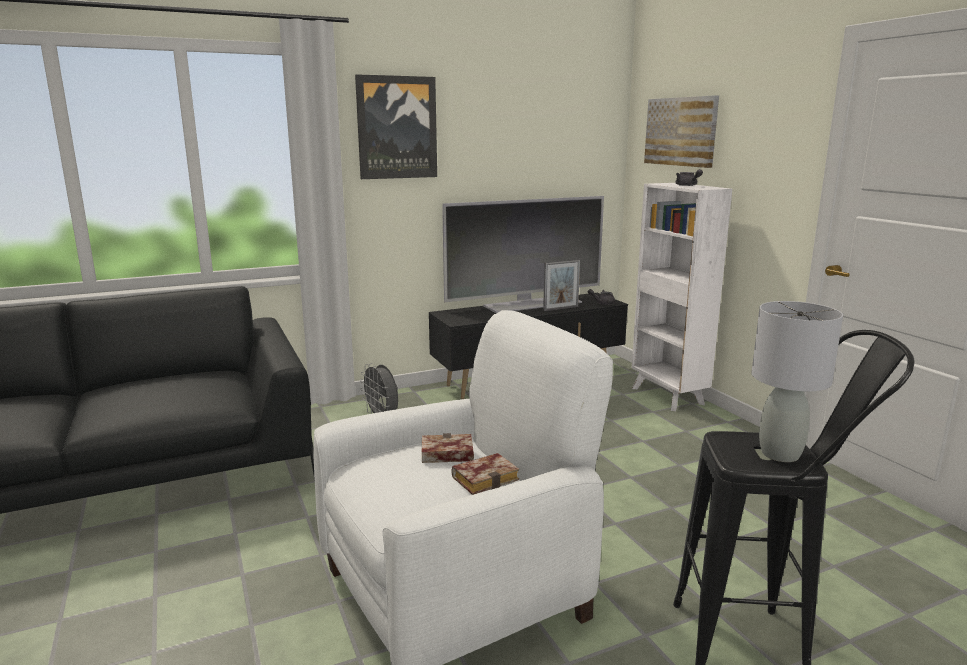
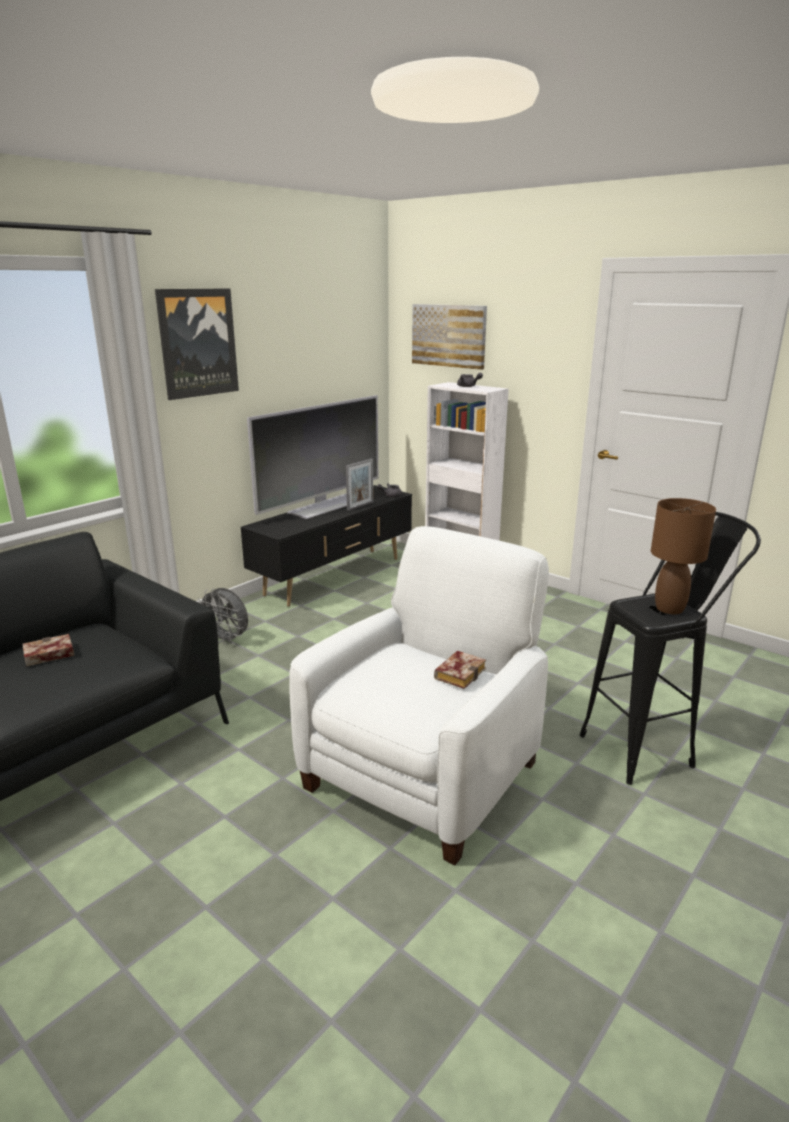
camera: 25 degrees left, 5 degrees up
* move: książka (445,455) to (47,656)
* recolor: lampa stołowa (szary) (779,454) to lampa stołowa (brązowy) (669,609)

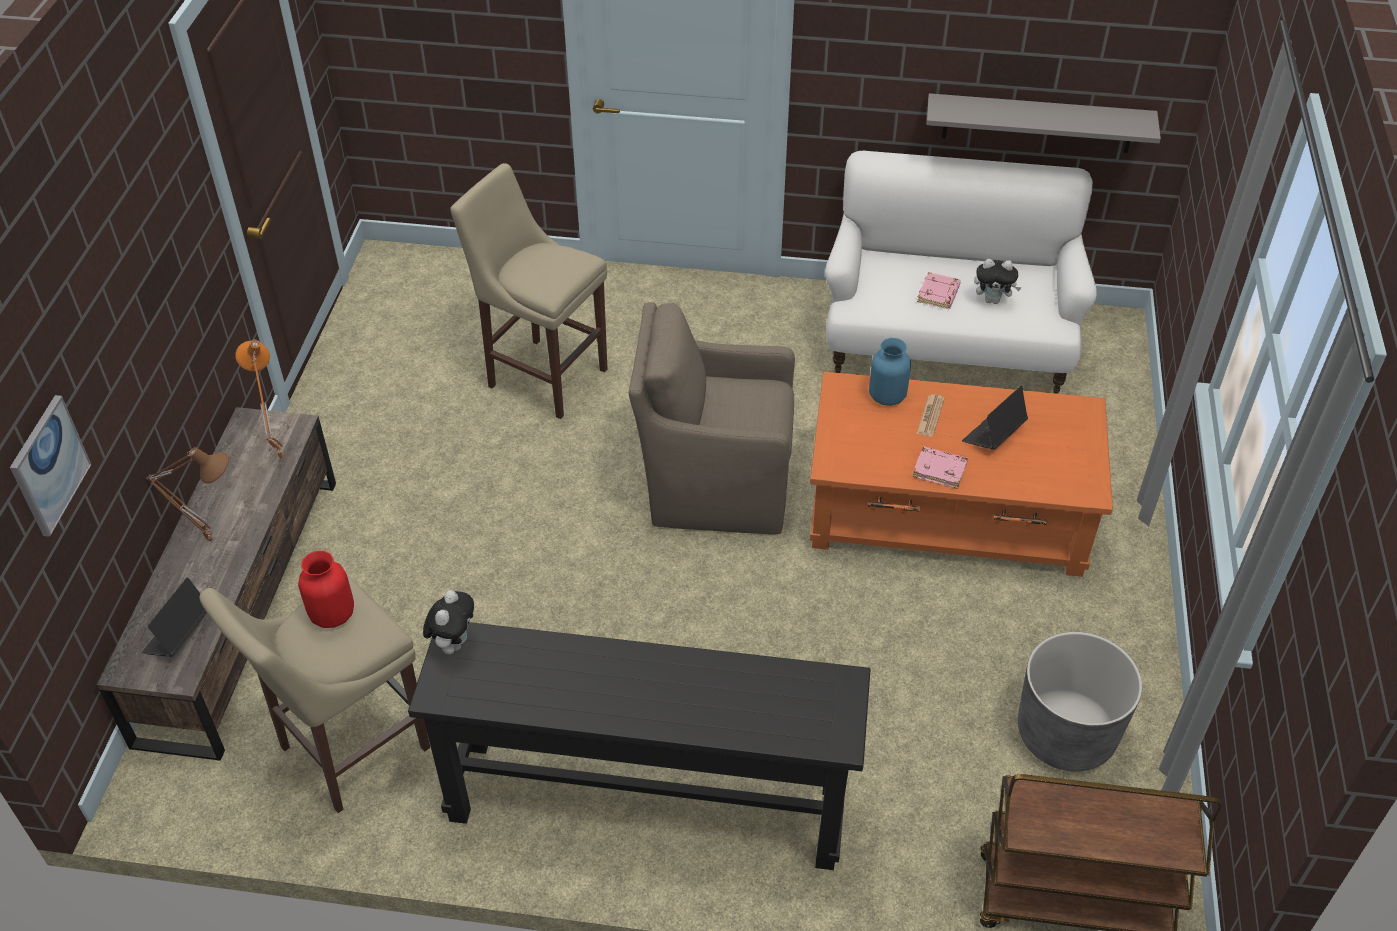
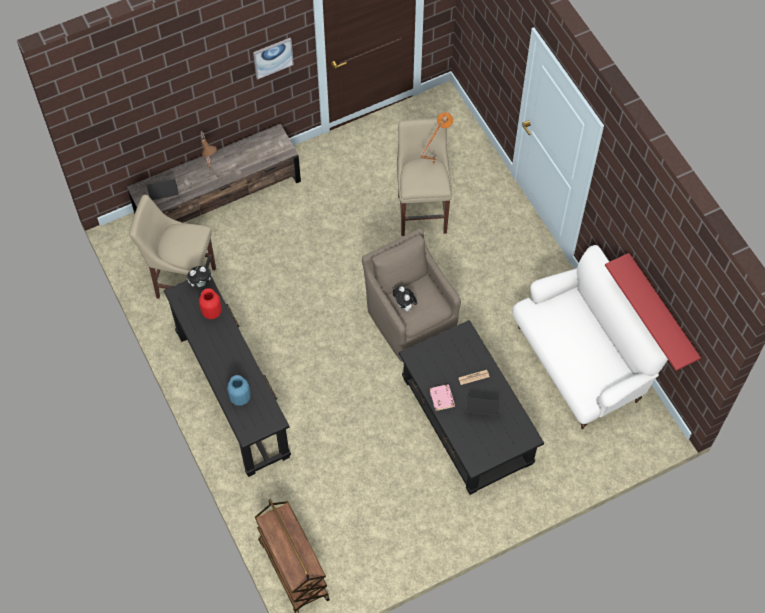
camera: 55 degrees right, 15 degrees up
* move: obraz (49,465) to (273,57)
* move: lampa stołowa (pomarańczowy) (279,460) to (432,162)
* move: wazon (czerwony) (332,614) to (211,311)
* recolor: ława (pomarańczowy) (949,512) to ława (czarny) (467,421)
* move: wazon (niebieski) (887,396) to (240,397)
* delete: książka (różowy) (938,294)
* recolor: półka (szary) (1038,123) to półka (czerwony) (661,311)
* move: pluszak (993,300) to (404,306)
* delete: donica (szary) (1065,734)

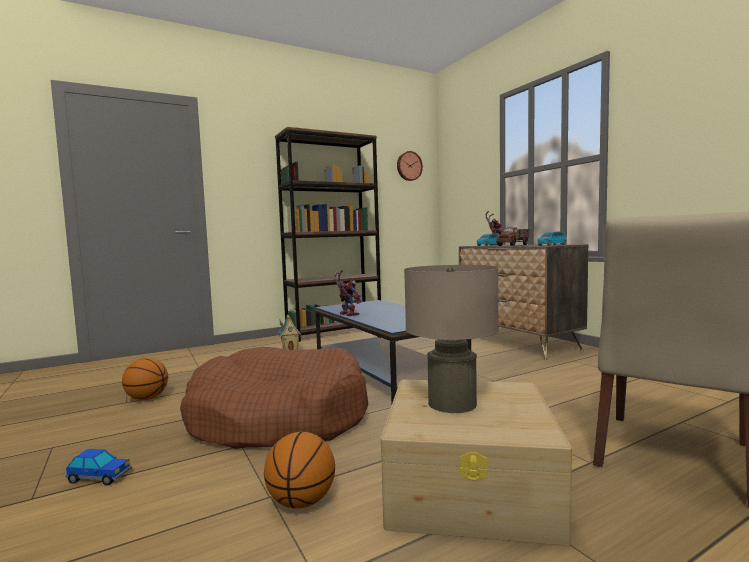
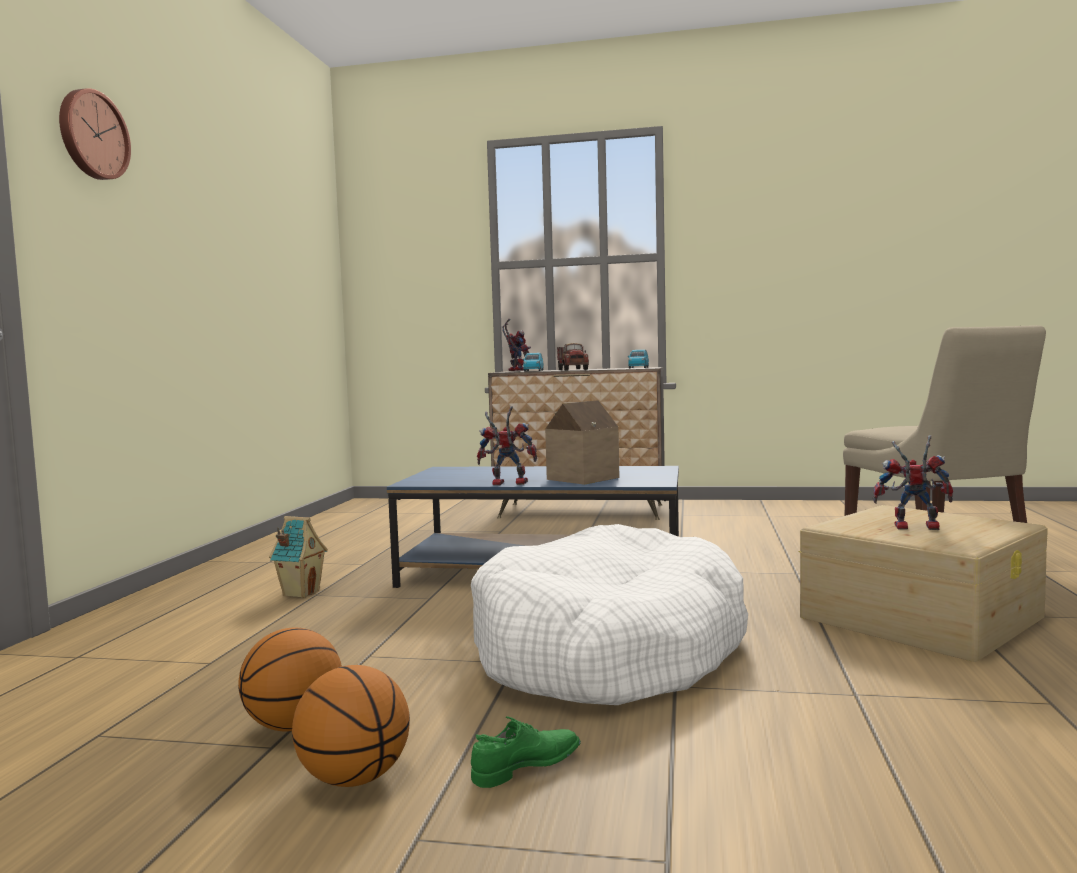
camera: 50 degrees left, 0 degrees up
* delete: samochodzik (99,477)
* recolor: legowisko (brązowy) (279,417) to legowisko (biały) (608,650)
* move: piłka do koszykówki (301,502) to (354,779)
* delete: regał (brązowy) (334,331)
* move: zegar ścienny (408,166) to (92,135)
* replace: lampa stołowa (beżowy) (452,403) to robot zabawkowy (912,528)
* insert: but (zielony) (526,767)
* insert: domek (580,478)

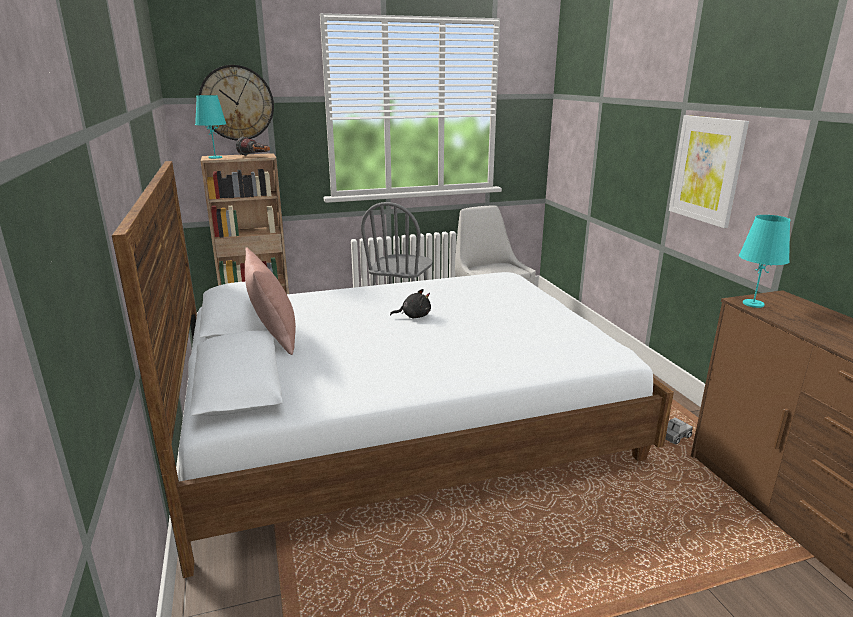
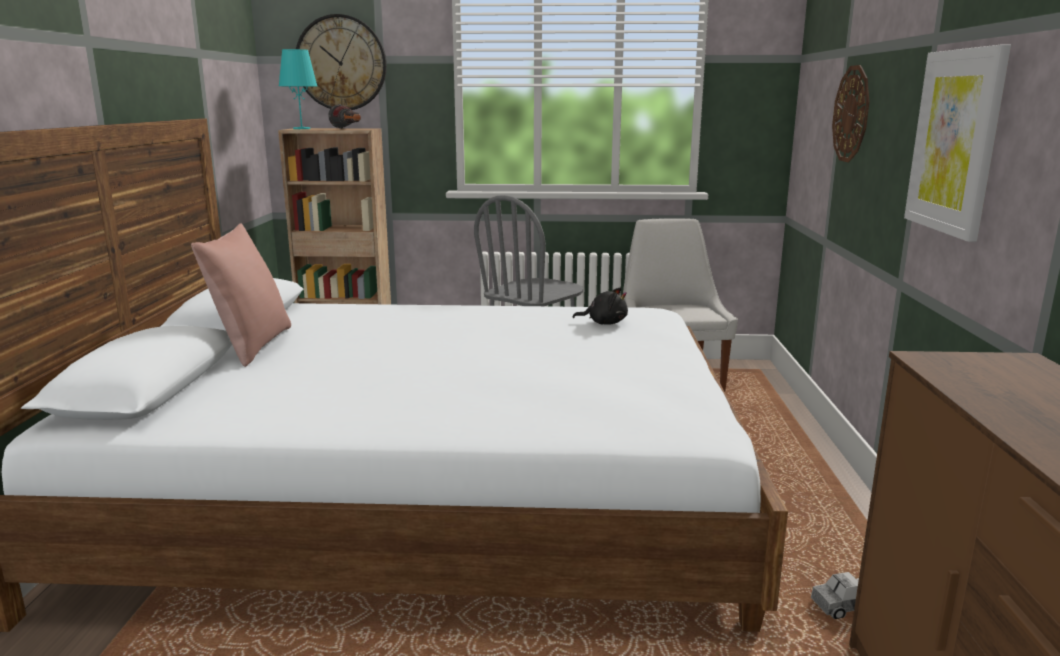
camera: 20 degrees right, 5 degrees down
* move: pluszak (czarny) (414,316) to (604,323)
* delete: lampa stołowa (turkusowy) (753,304)
* insert: zegar ścienny (851,114)

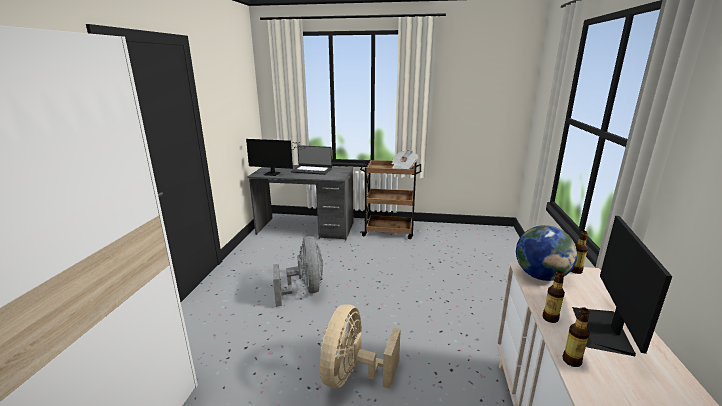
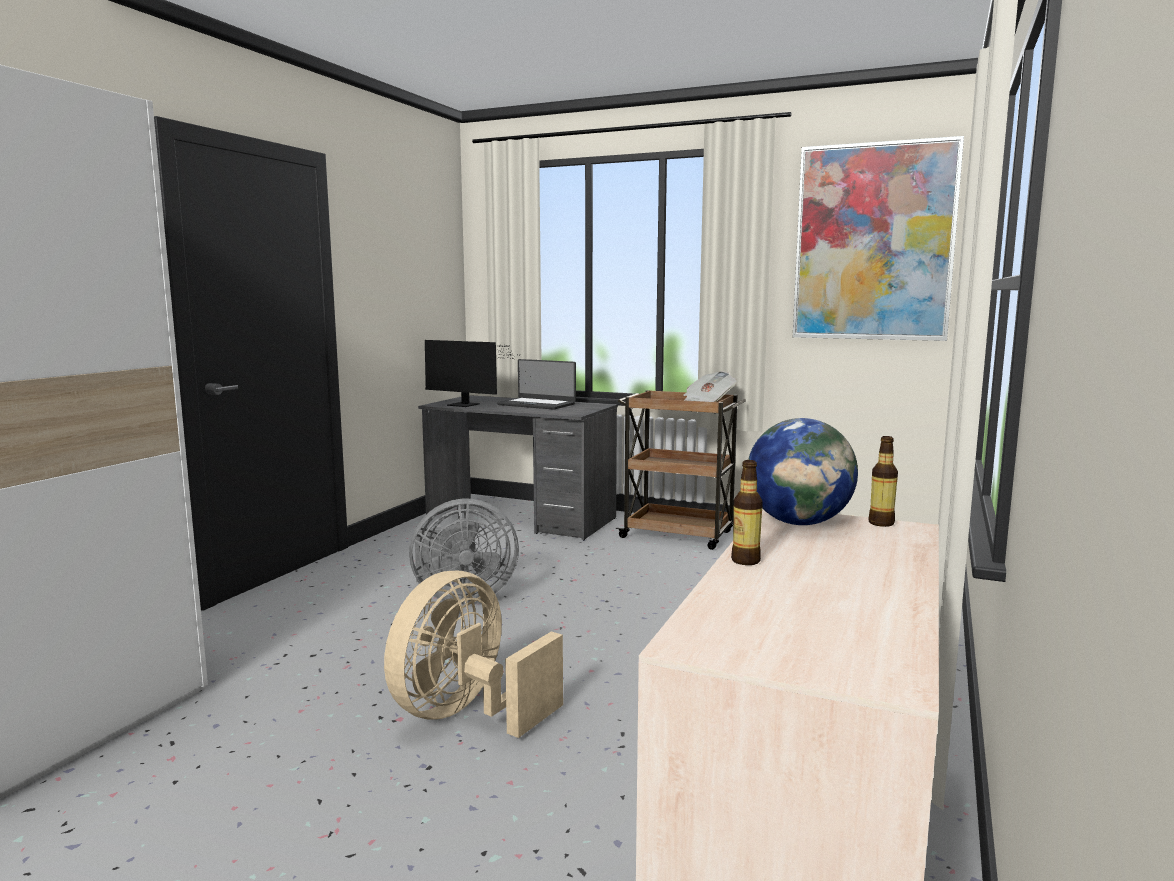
camera: 15 degrees right, 10 degrees down
* rotate: wentylator (szary) (305,290) = (461,598) 75 degrees clockwise
* delete: butelka (571,361)
* delete: monitor (603,330)
* insert: obraz (873,242)

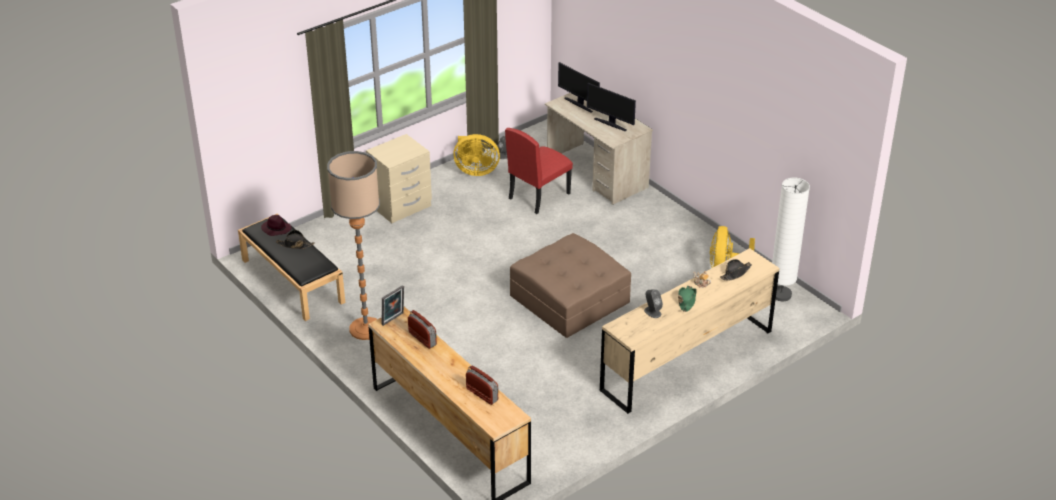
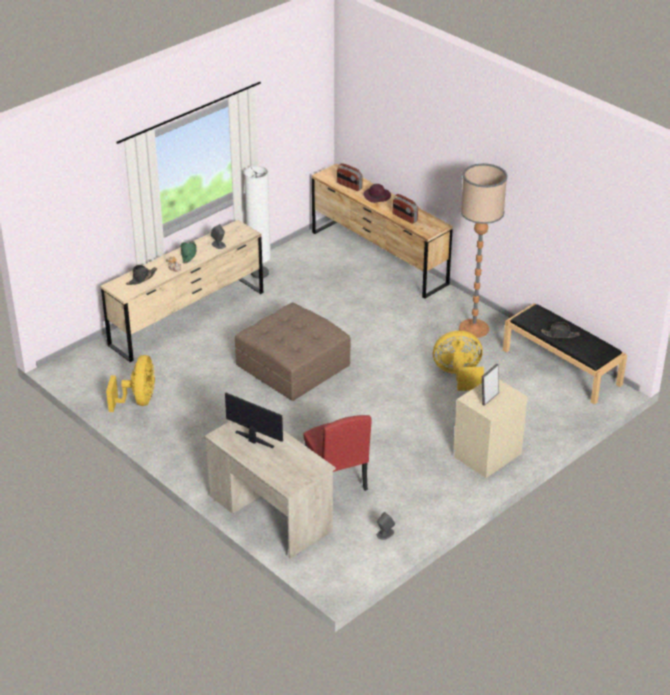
camera: 175 degrees right, 0 degrees up
* move: kapelusz (fioletowy) (276,229) to (377,196)
* move: ramka na zdjęcie (393,319) to (489,398)
* move: wentylator (żółty) (475,170) to (459,376)
* rotate: krzesło (czerwony) (538,196) = (336,477) 120 degrees clockwise
* delete: monitor (579,104)
* move: lampa stojąca (biały) (781,295) to (259,273)

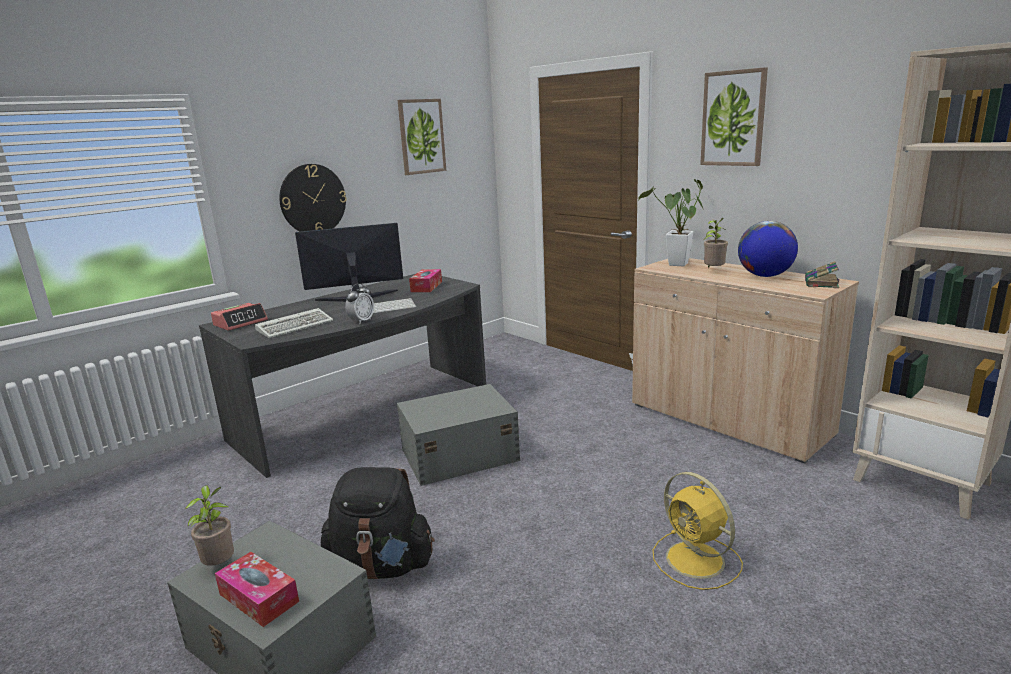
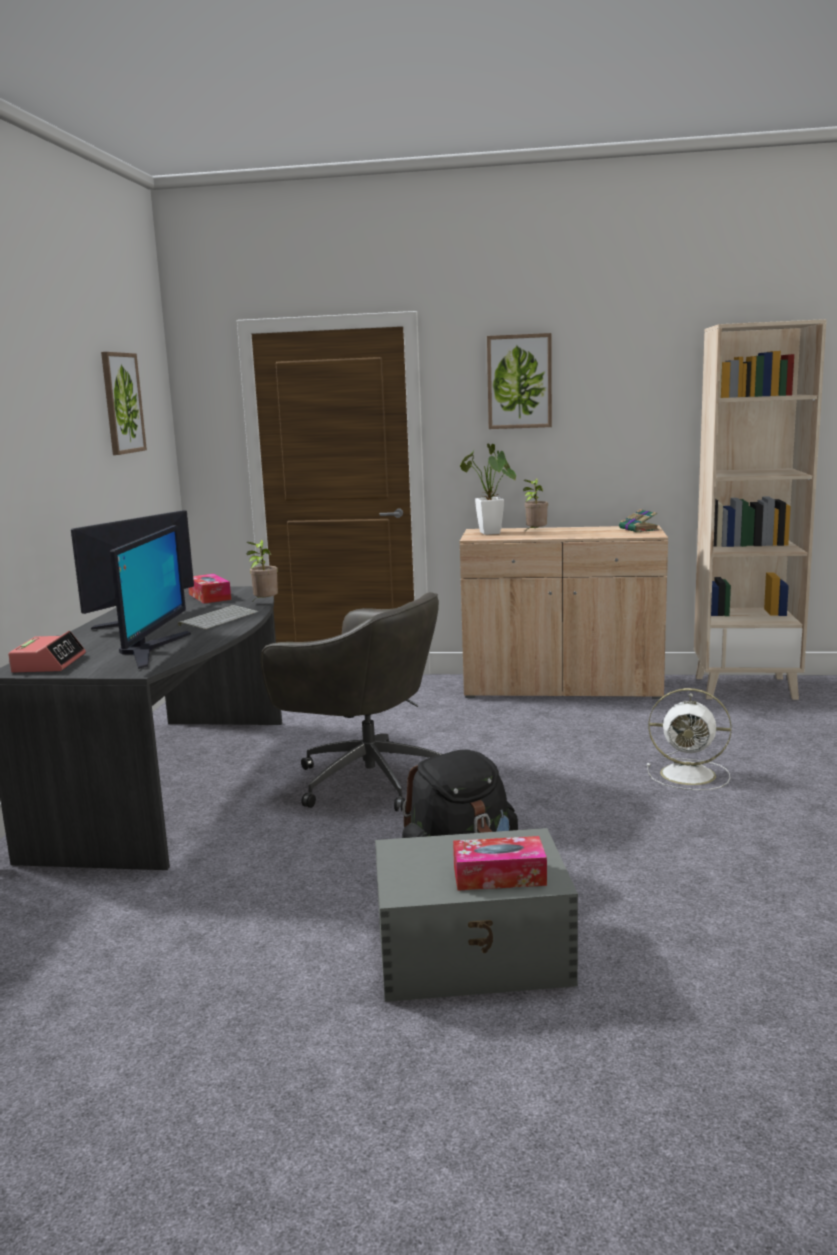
camera: 40 degrees left, 5 degrees down
* move: roślina doniczkowa (220,565) to (265,604)
* replace: klawiatura (296,326) to monitor (151,650)
* delete: zegar ścienny (313,199)
* delete: budzik (361,321)
* replace: pojemnik do przechowywania (szary) (458,455) to krzesło biurowe (szary) (365,780)
* recolor: wentylator (żółty) (697,561) to wentylator (biały) (690,775)
* delete: globus (765,276)

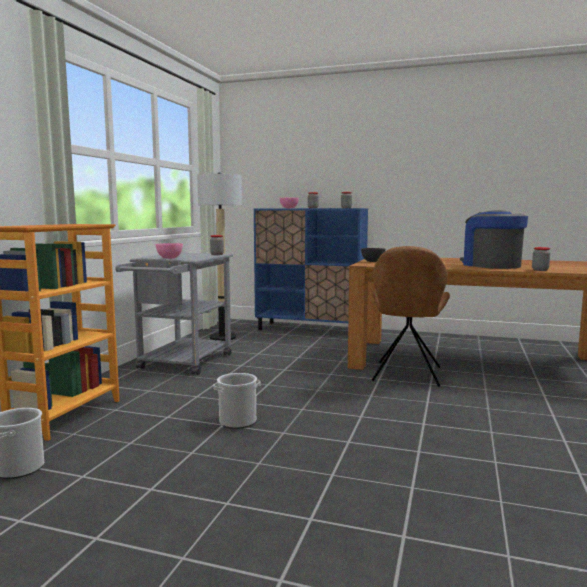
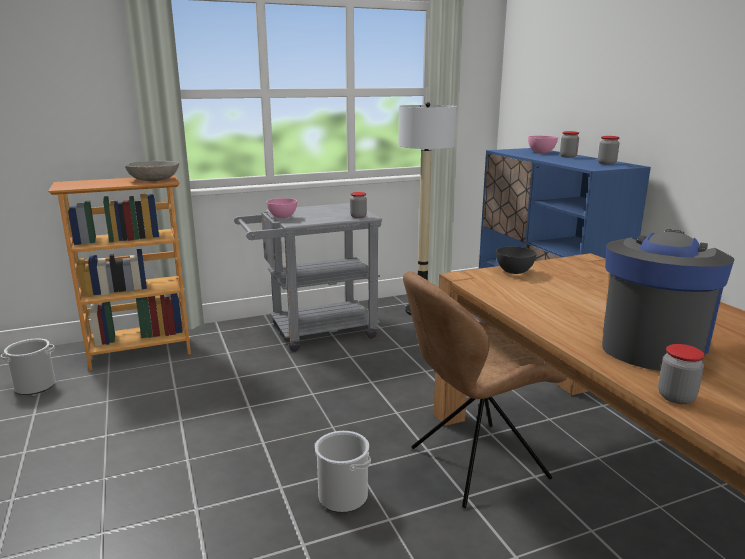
camera: 50 degrees right, 10 degrees up
* move: wiadro (237,421) to (343,496)
* insert: miska (szary) (154,180)

